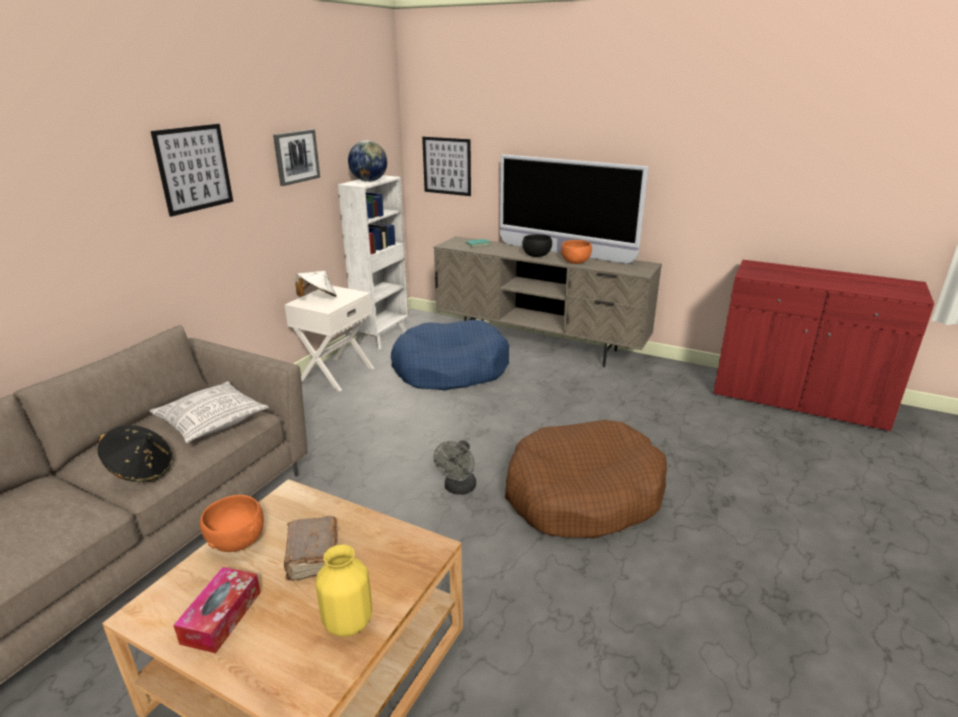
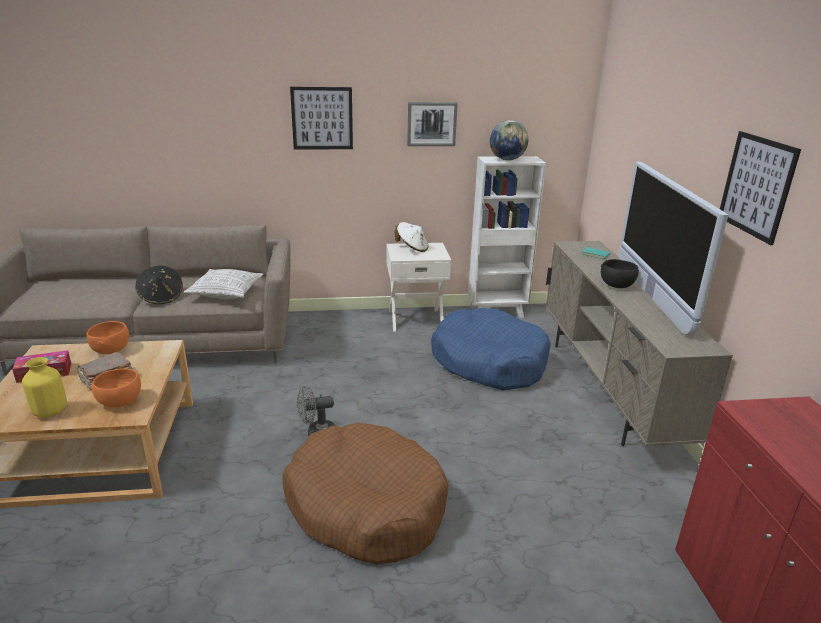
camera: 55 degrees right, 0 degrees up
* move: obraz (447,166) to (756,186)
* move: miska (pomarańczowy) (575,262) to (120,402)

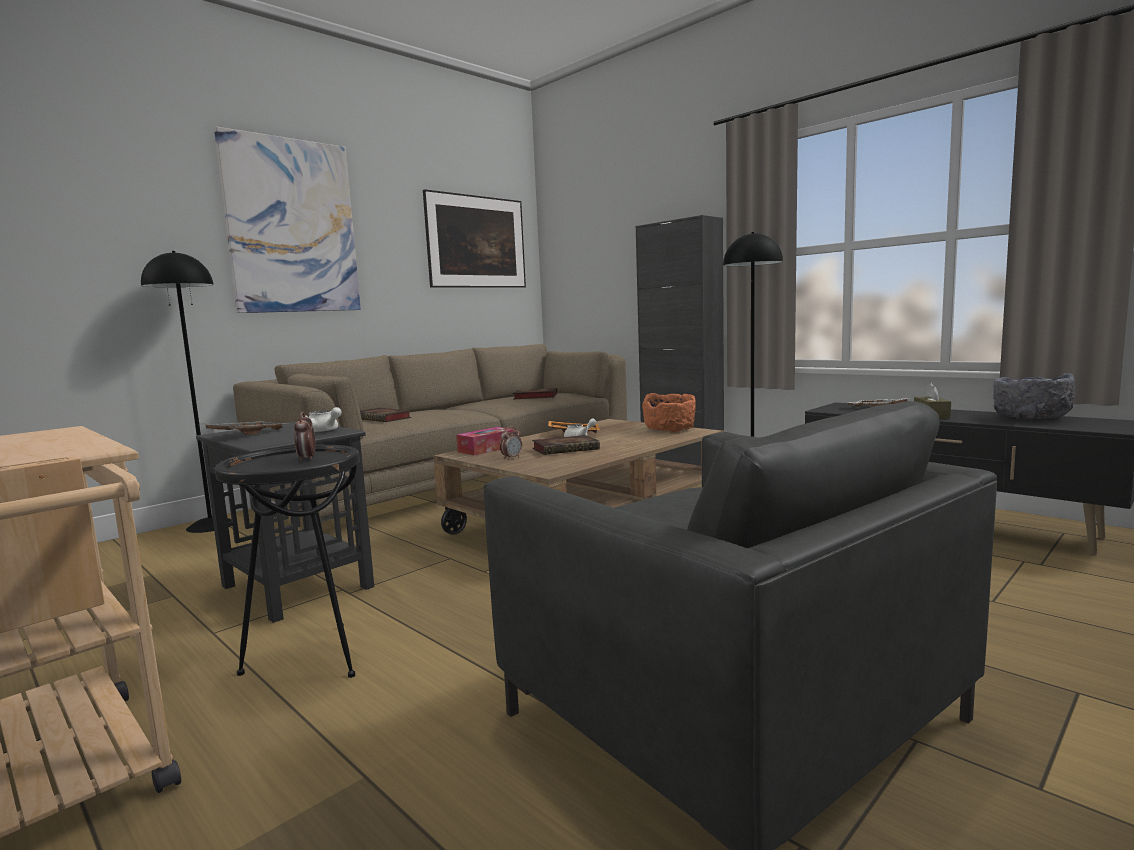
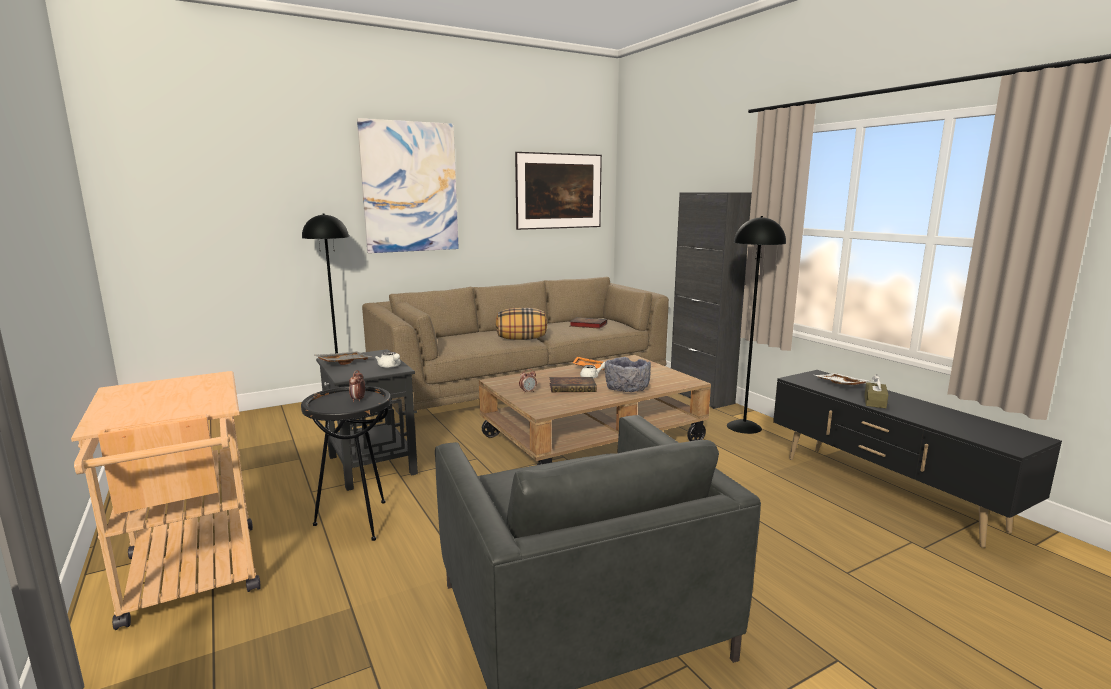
camera: 15 degrees right, 5 degrees up
* delete: książka (384,418)
* delete: pudełko chusteczek (486,449)
* delete: miska (pomarańczowy) (669,430)
* move: miska (szary) (1030,418) to (626,389)
* insert: poduszka (521,339)

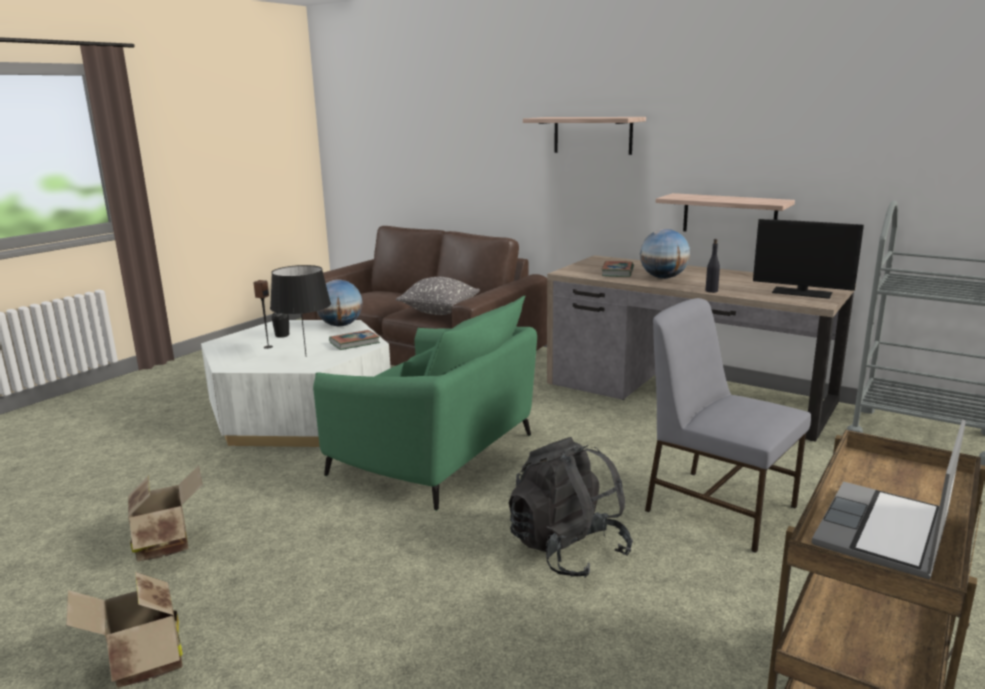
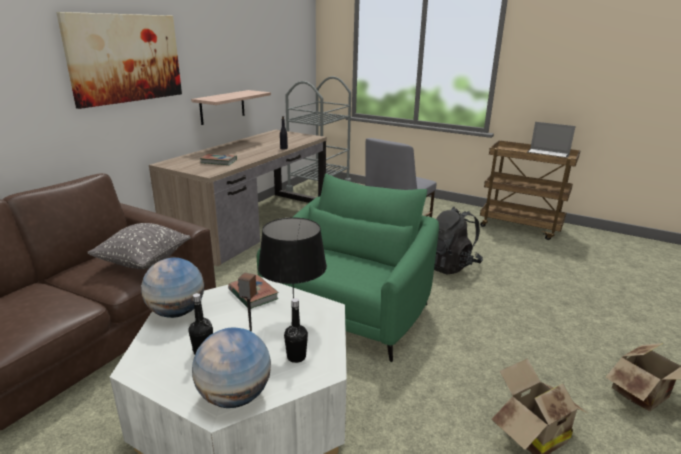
camera: 95 degrees left, 5 degrees up
* replace: półka (592,135) to obraz (126,58)
* move: globus (663,278) to (235,396)
* delete: monitor (802,293)
* insert: butelka (czarny) (296,357)

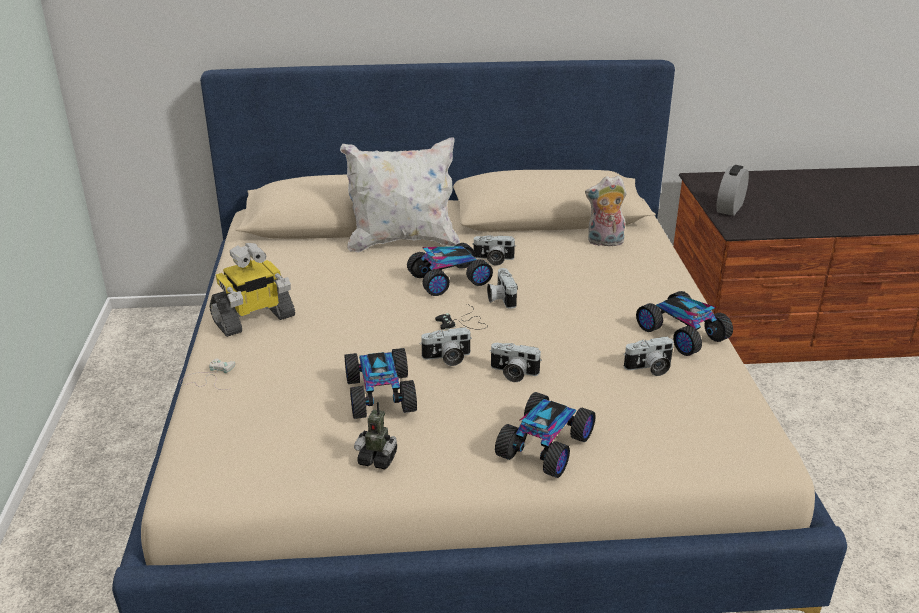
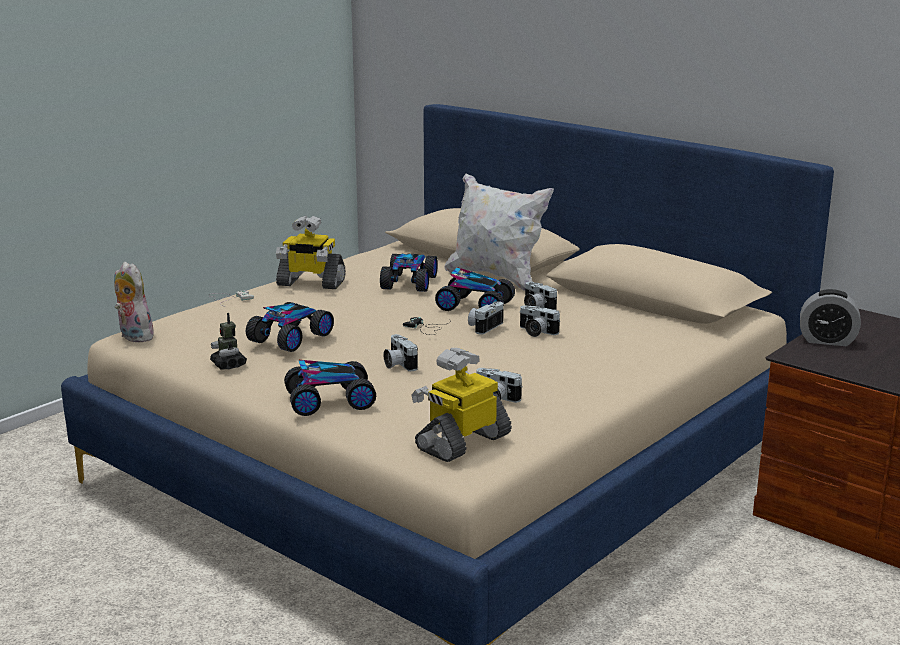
camera: 45 degrees right, 10 degrees down
* move: aparat fotograficzny (447,358) to (536,332)
* move: pluszak (604,242) to (133,337)
* move: samochodzik (682,333) to (410,283)
* rotate: budzik (729,208) = (827,341) 150 degrees counterclockwise
* insert: robot zabawkowy (462,442)

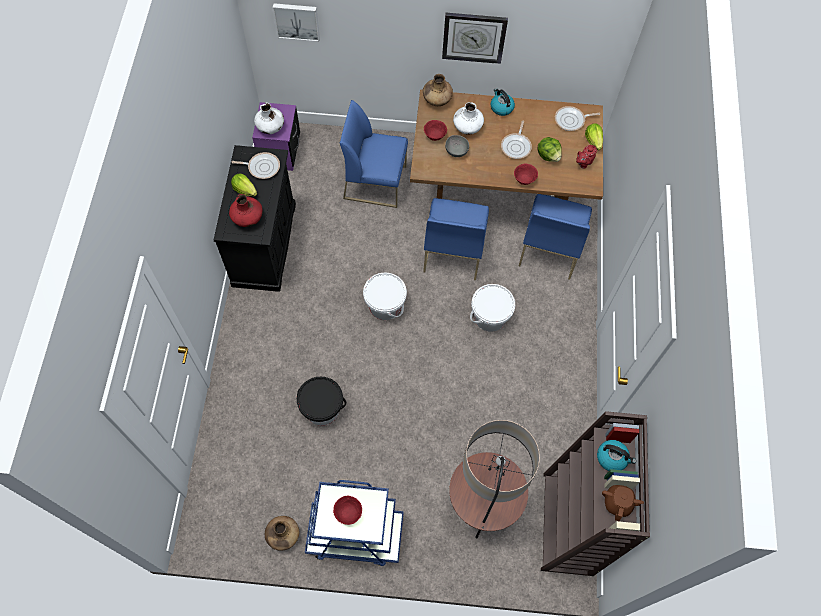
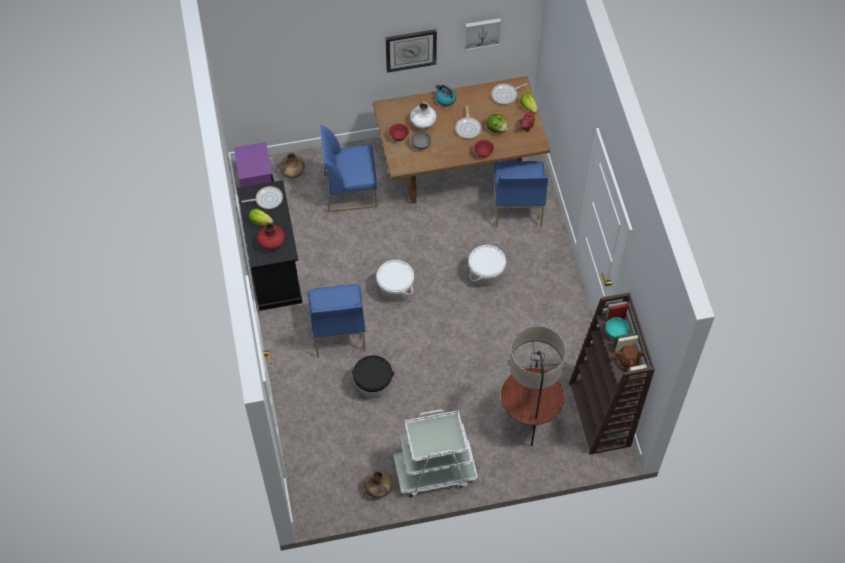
camera: 15 degrees left, 5 degrees down
* delete: wazon (biały) (271,128)
* move: obraz (297,20) to (482,32)
* recolor: wózek (niebieski) (354,535) to wózek (biały) (434,471)
* delete: miska (czerwony) (348,512)
* move: wazon (brązowy) (437,100) to (292,172)
* move: krzesło (niebieski) (453,251) to (338,331)
* replace: czajnik (612,458) to miska (turkusowy) (615,332)

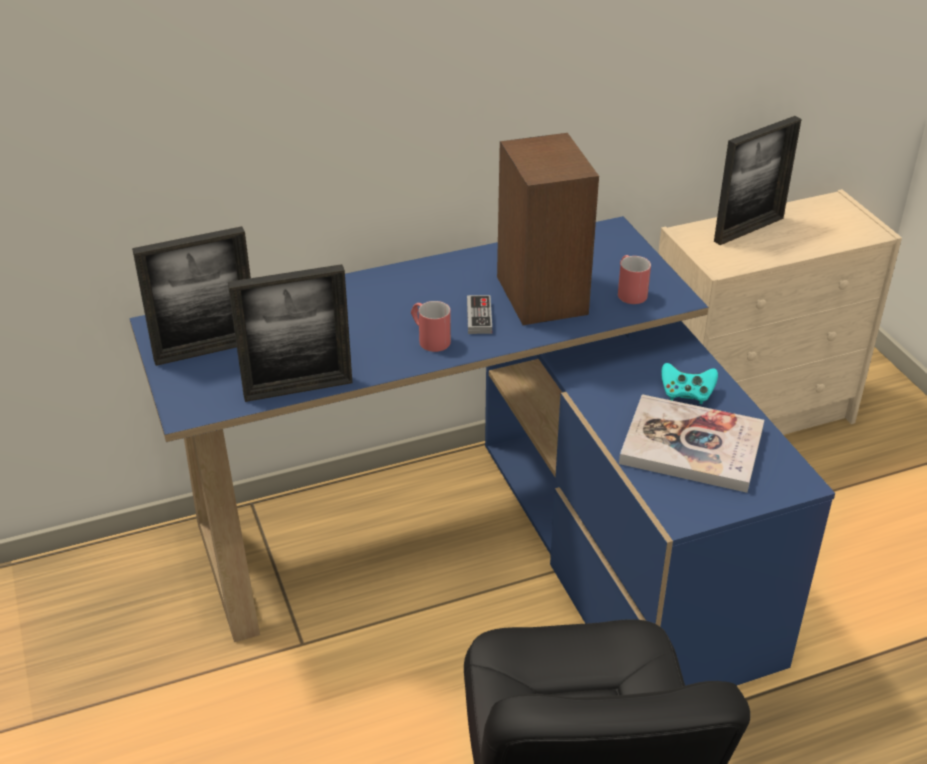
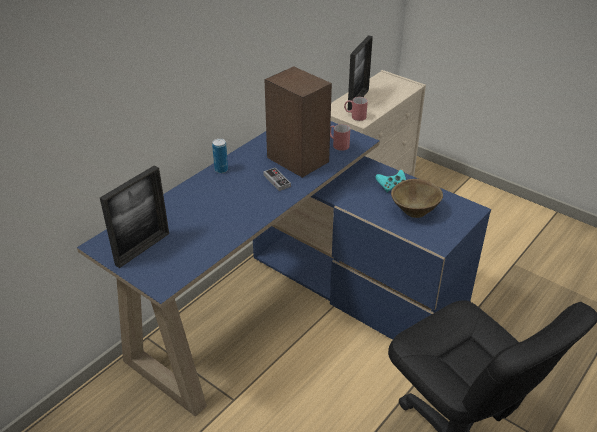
camera: 30 degrees left, 0 degrees up
* delete: ramka na zdjęcie (298,389)
* move: kubek (czerwony) (429,339) to (355,116)
* replace: książka (691,446) to miska (brązowy) (415,210)
* insert: puszka (221,170)

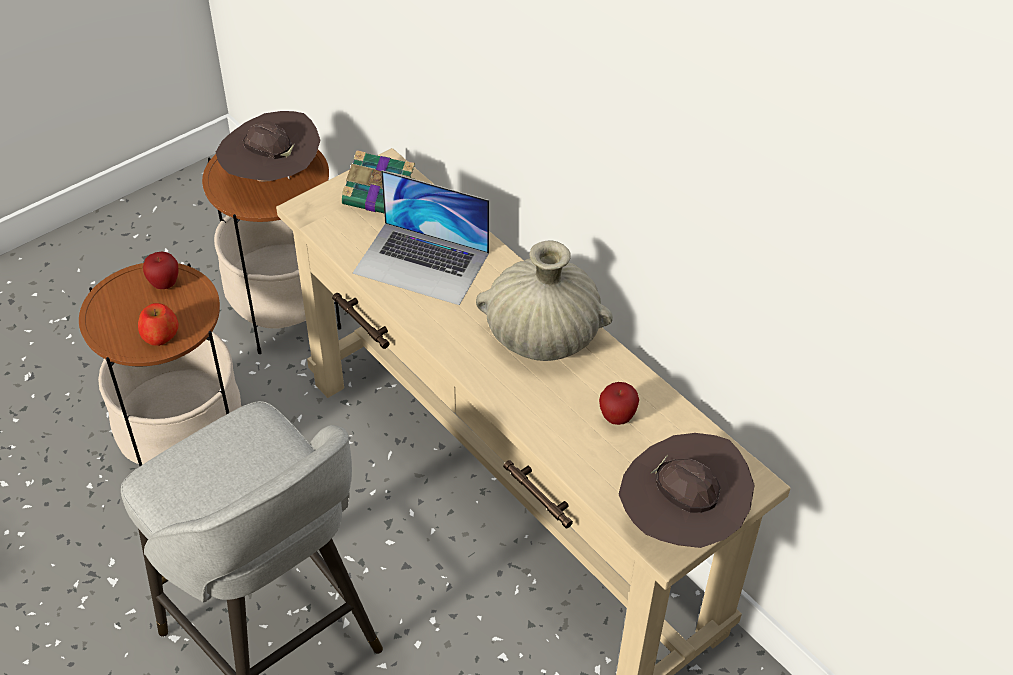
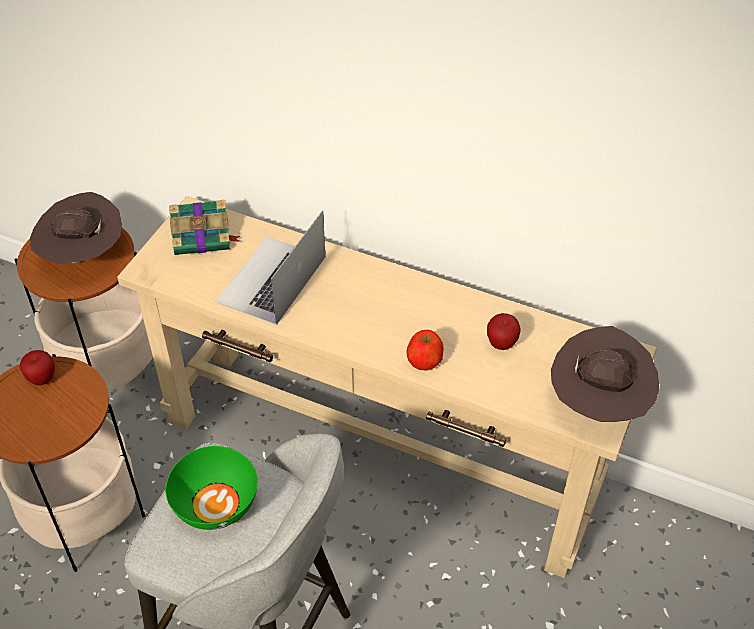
camera: 25 degrees left, 0 degrees up
* move: jabłko (160,335) to (424,360)
* rotate: laptop (422,263) = (271,280) 120 degrees clockwise
* delete: wazon (beżowy) (542,335)
* insert: miska (zielony) (215,504)

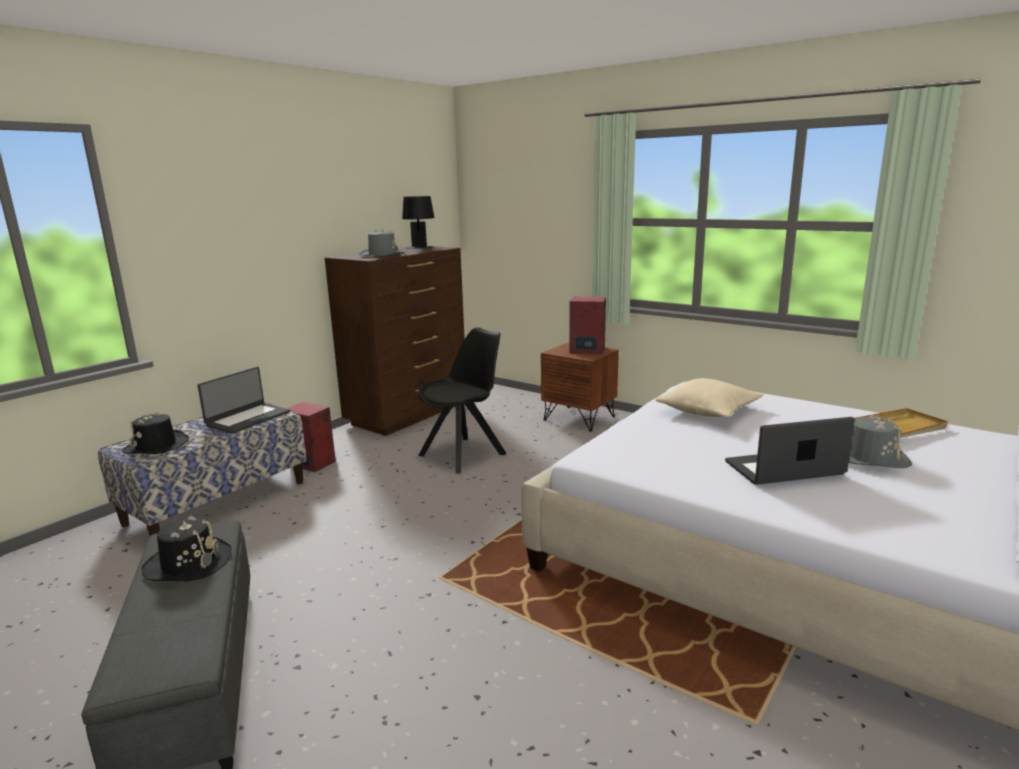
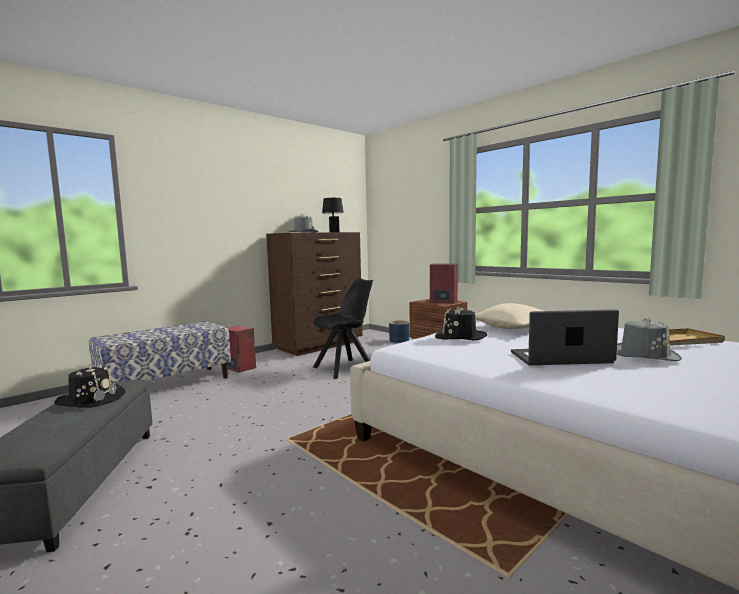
camera: 10 degrees right, 10 degrees down
* move: kapelusz (czarny) (156,446) to (460,337)
* delete: laptop (247,418)
* insert: donica (niebieski) (399,340)

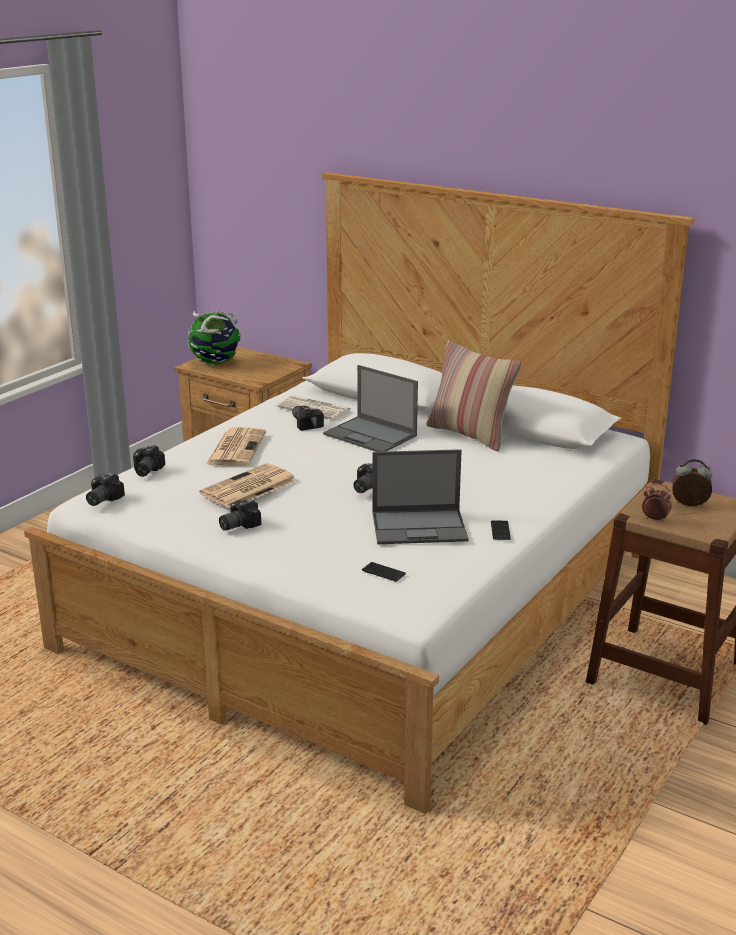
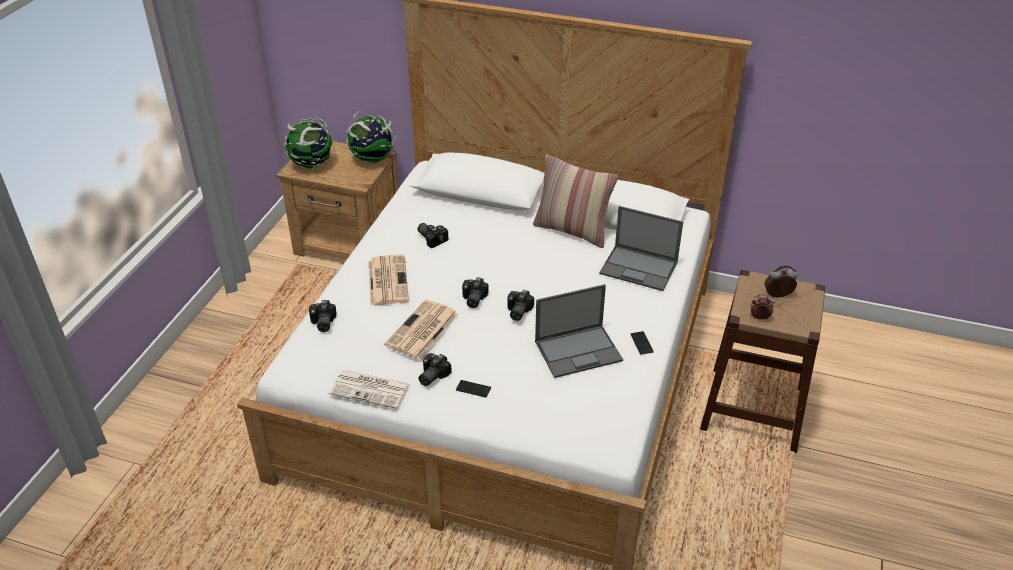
camera: 15 degrees left, 15 degrees up
* move: aparat fotograficzny (101,499) to (472,299)
* move: gazeta (315,409) to (371,389)
* move: laptop (371,435) to (639,268)
* move: telefon (383,573) to (473,389)
* insert: globus (372,159)

